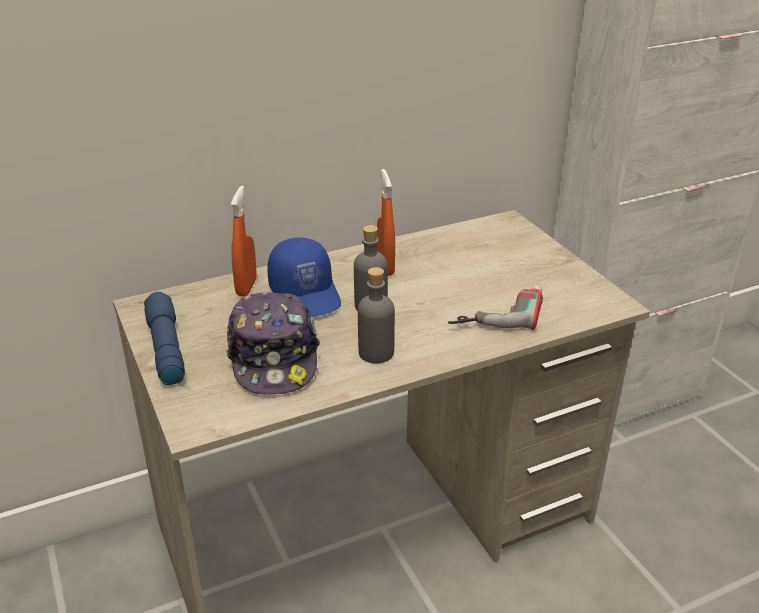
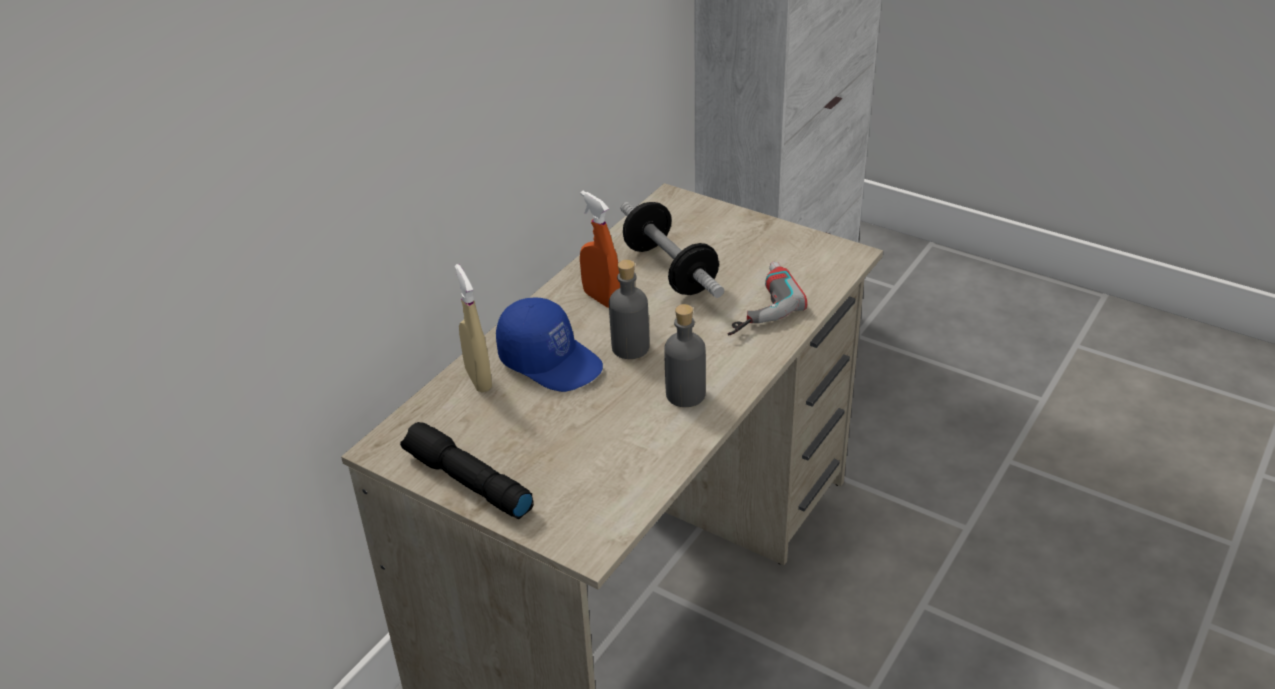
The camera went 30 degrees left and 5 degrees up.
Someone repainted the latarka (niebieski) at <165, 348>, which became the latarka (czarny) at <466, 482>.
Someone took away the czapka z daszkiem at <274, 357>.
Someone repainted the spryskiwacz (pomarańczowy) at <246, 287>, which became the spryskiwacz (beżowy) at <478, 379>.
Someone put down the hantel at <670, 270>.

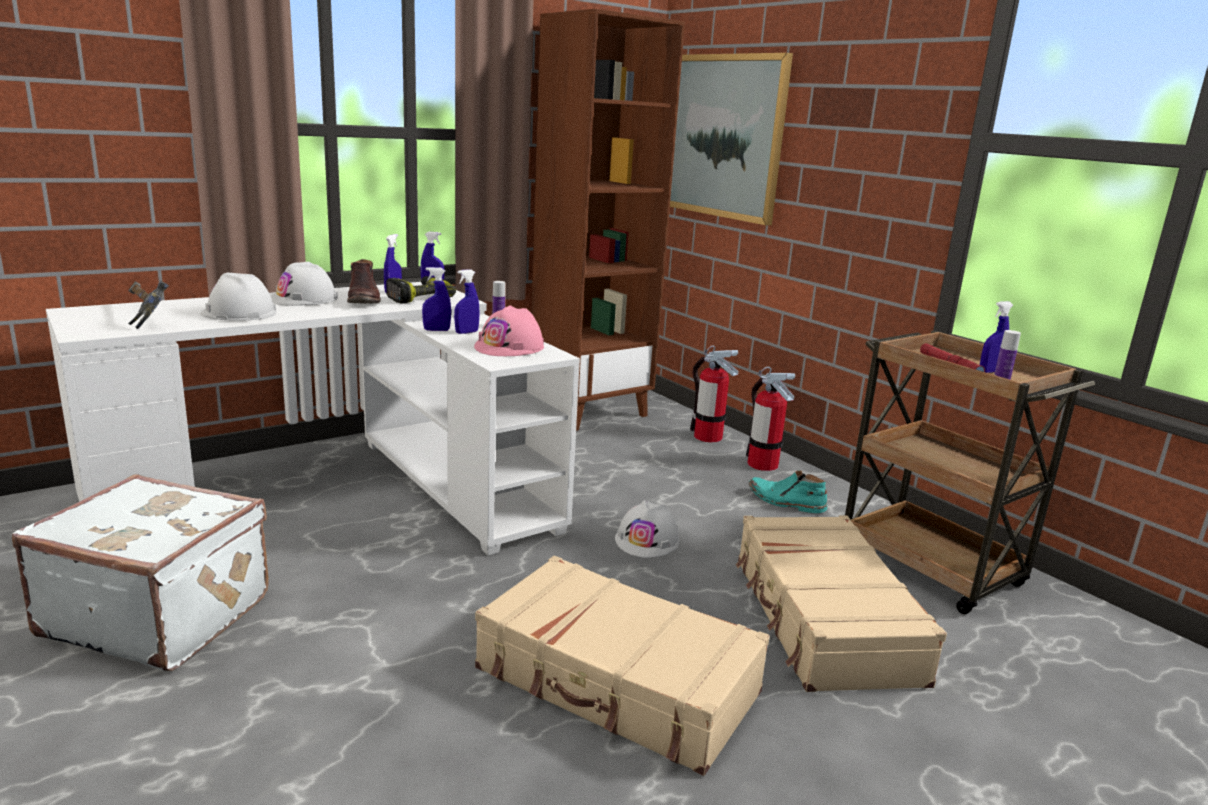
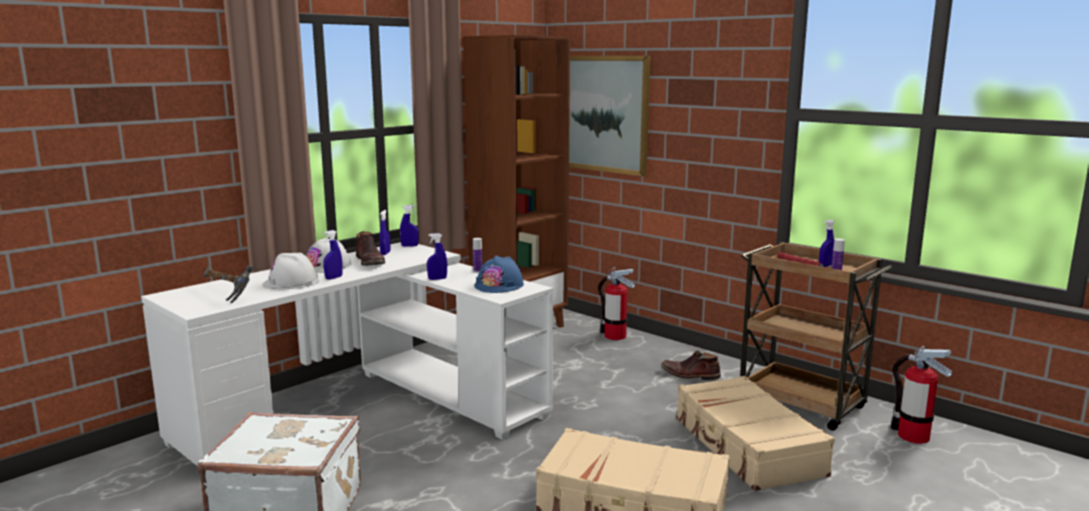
The camera went 10 degrees left and 5 degrees down.
Someone took away the wiertarka at <418, 297>.
Someone carried the spryskiwacz (niebieski) from <466, 332> to <333, 278>.
Someone repainted the kask (różowy) at <509, 347>, which became the kask (niebieski) at <499, 285>.
Someone took away the kask (biały) at <647, 540>.
Someone carried the gaśnica from <762, 464> to <913, 436>.
Someone repainted the but z cholewką (turkusowy) at <785, 502>, which became the but z cholewką (brązowy) at <690, 375>.

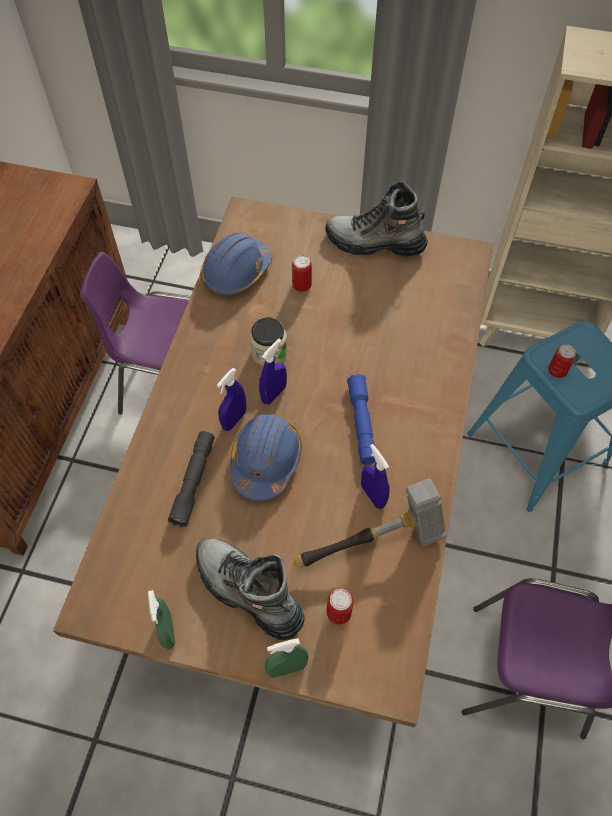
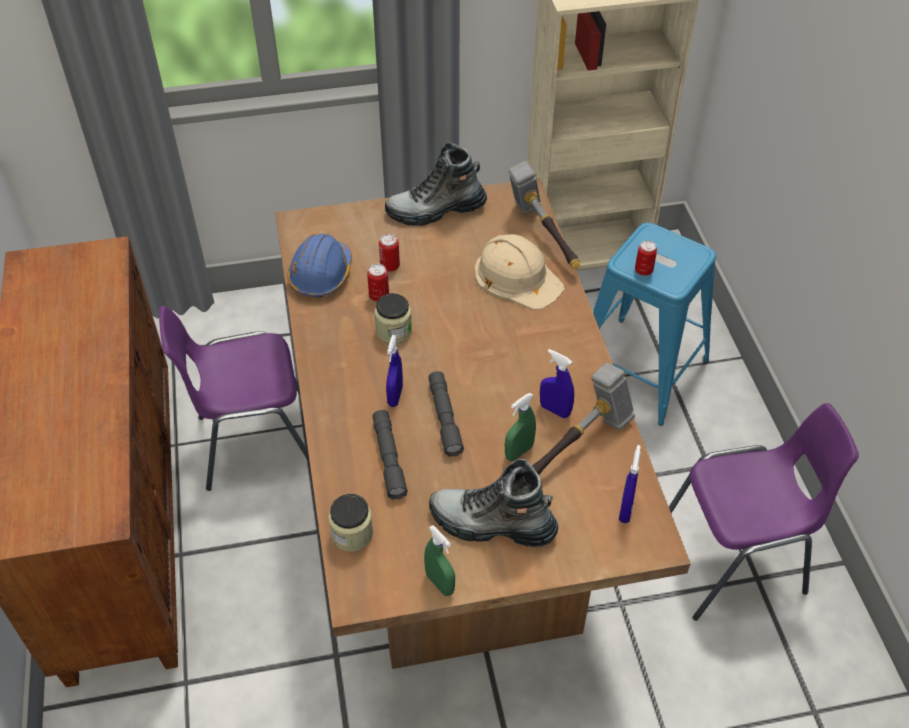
The camera went 25 degrees left and 10 degrees down.
Someone swapped the kask (niebieski) at <266, 461> for the latarka (szary) at <445, 418>.
Someone carried the spryskiwacz (niebieski) from <274, 394> to <625, 510>.
Someone carried the spryskiwacz (zielony) from <287, 668> to <519, 452>.
Someone carried the puszka from <339, 613> to <379, 296>.
Someone took away the latarka (niebieski) at <361, 423>.
Someone put down the słoik at <352, 534>.
Someone put down the kask (beżowy) at <517, 277>.
Someone put down the młotek at <543, 237>.

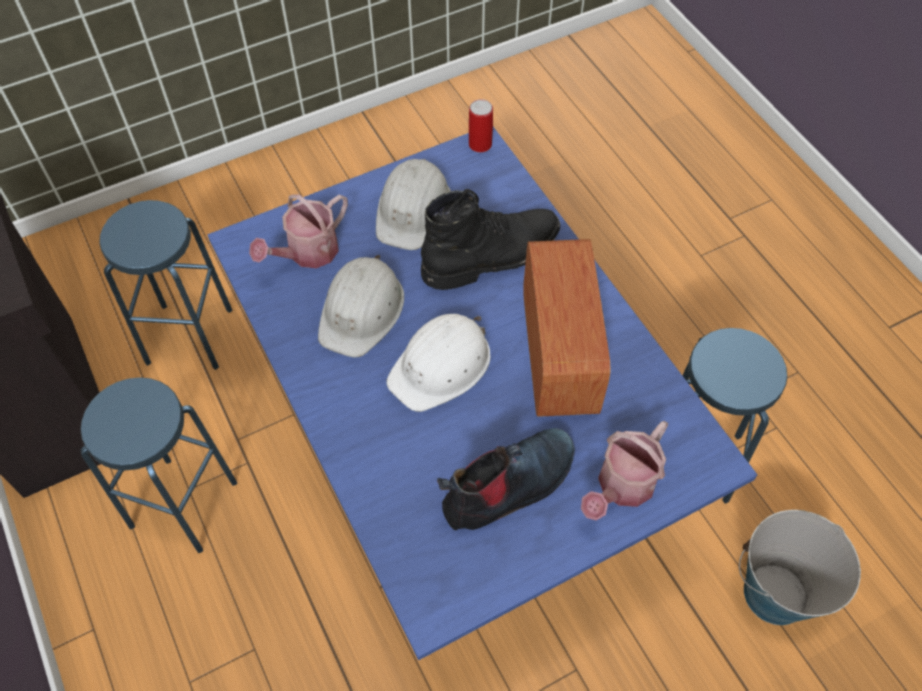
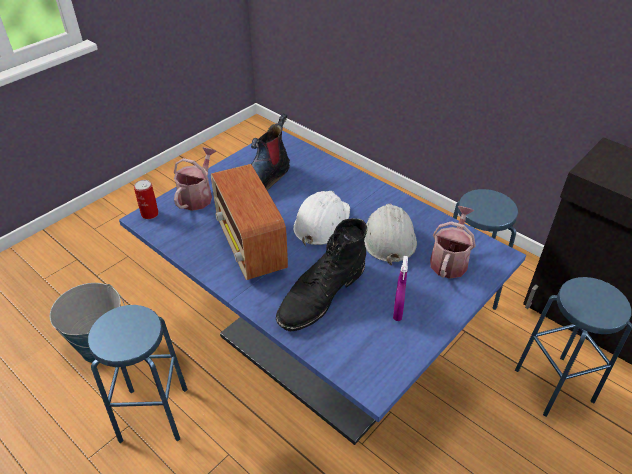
The camera went 160 degrees right and 15 degrees down.
Someone swapped the kask (biały) at <414, 209> for the spryskiwacz (fioletowy) at <398, 311>.
Someone carried the puszka from <480, 144> to <150, 214>.

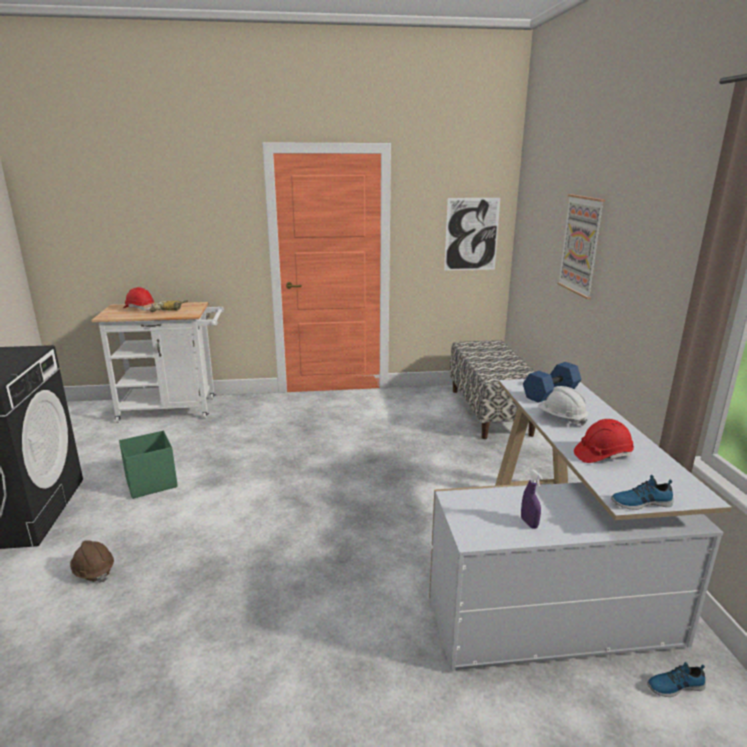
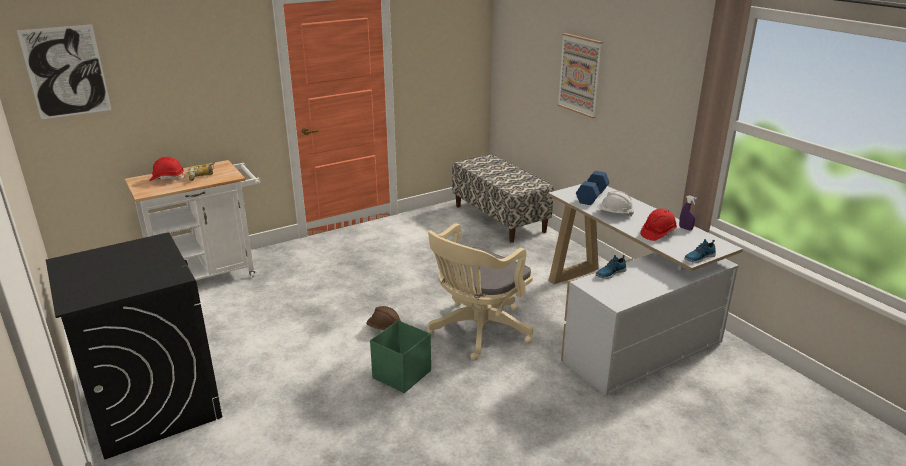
The camera went 25 degrees left and 5 degrees up.
Someone carried the kask (brązowy) from <93, 571> to <384, 328>.
Someone carried the pojemnik do przechowywania (zielony) from <150, 483> to <401, 375>.
Someone carried the obraz from <471, 234> to <66, 72>.
Someone carried the spryskiwacz (fioletowy) from <529, 523> to <685, 228>.
Someone carried the but from <674, 685> to <610, 273>.
Someone put down the krzesło biurowe (beżowy) at <477, 332>.

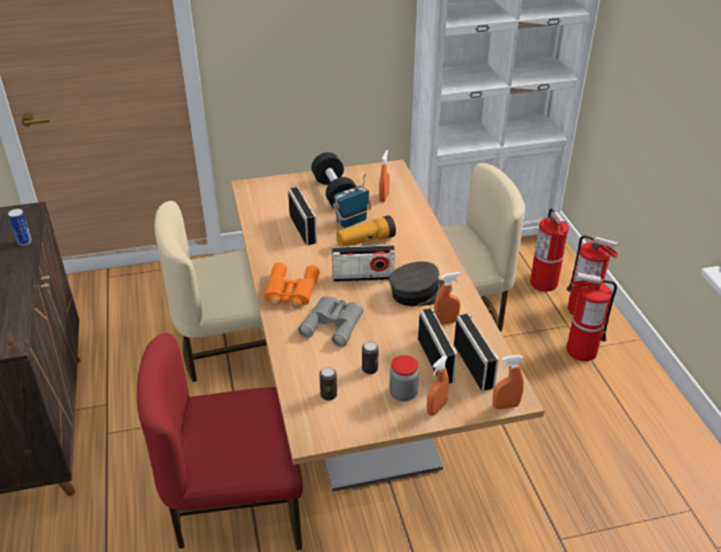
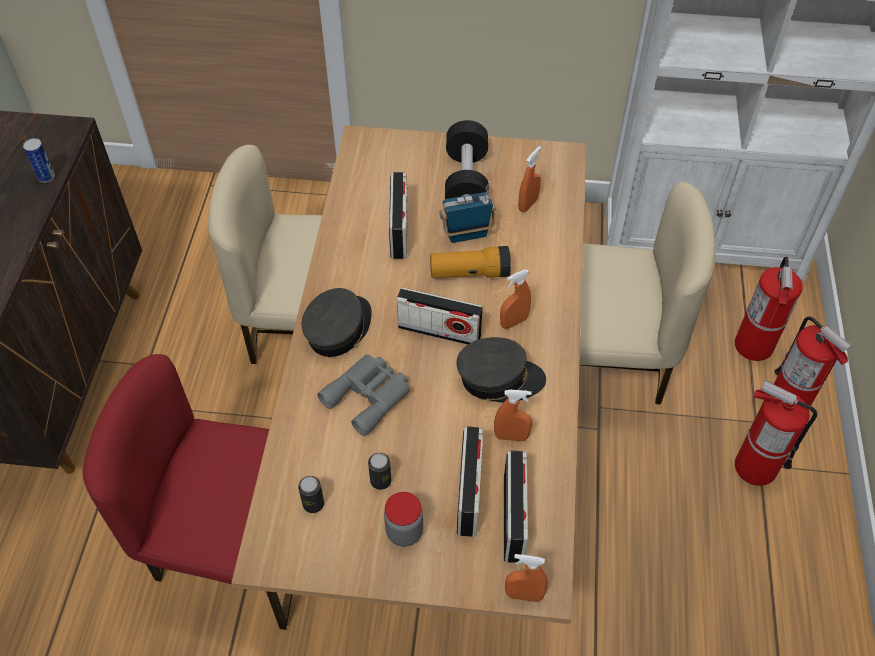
The camera went 20 degrees right and 15 degrees up.
Someone swapped the lornetka (pomarańczowy) at <290, 292> for the czapka z daszkiem (szary) at <338, 329>.
Someone carried the spryskiwacz (pomarańczowy) from <436, 408> to <513, 322>.

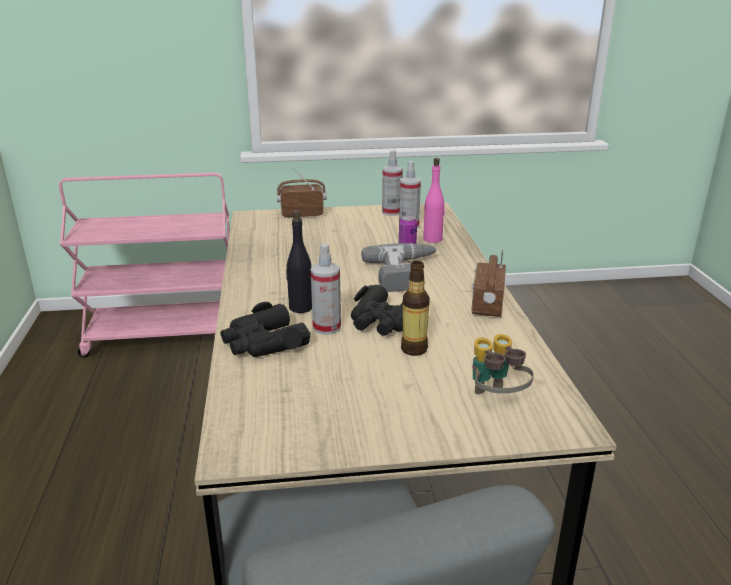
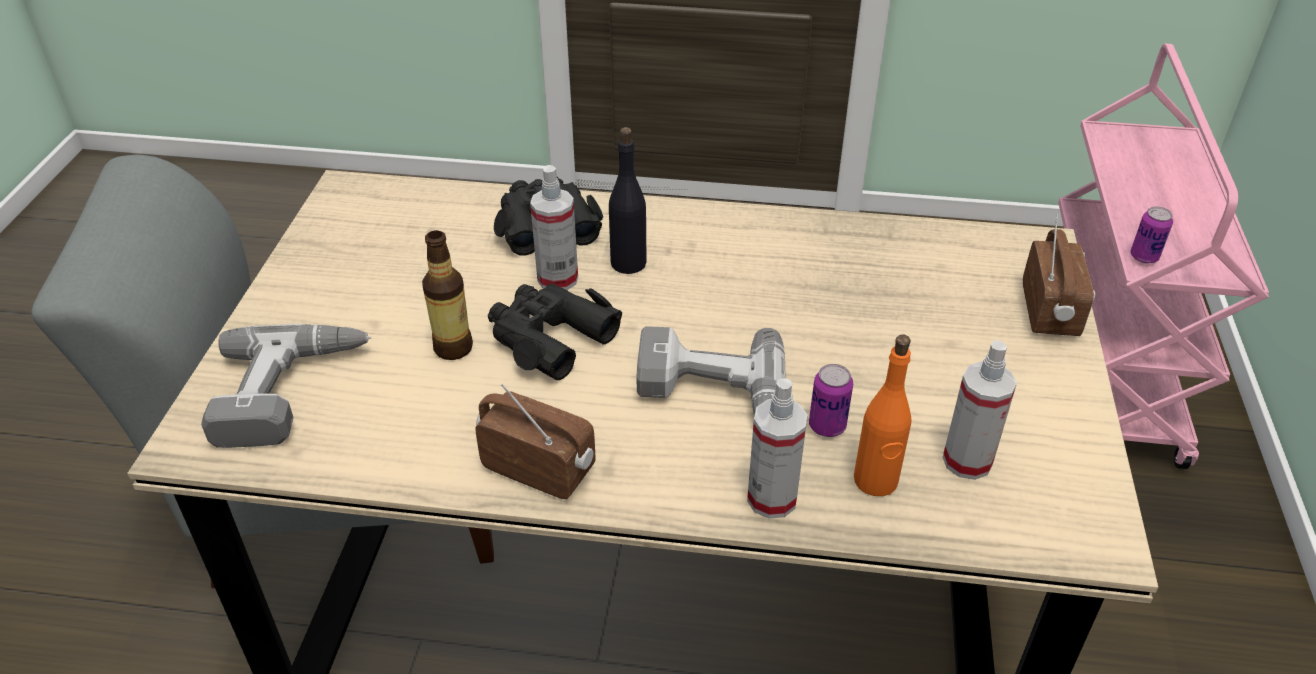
The camera went 105 degrees right and 15 degrees up.
Someone carried the spryskiwacz from <391, 212> to <772, 499>.
Someone repainted the butelka (różowy) at <433, 239>, which became the butelka (pomarańczowy) at <876, 481>.
Someone swapped the lornetka at <496, 399> for the wiertarka at <291, 393>.
Someone put down the puszka at <1144, 257>.

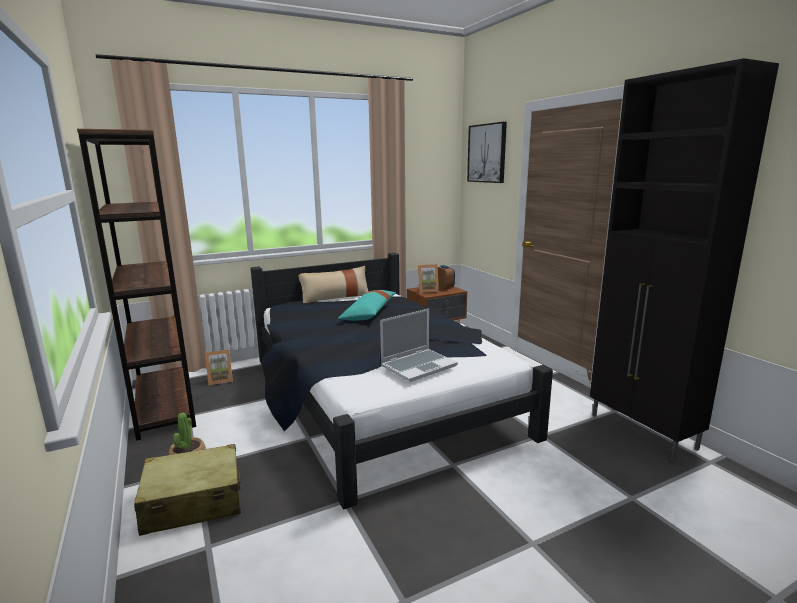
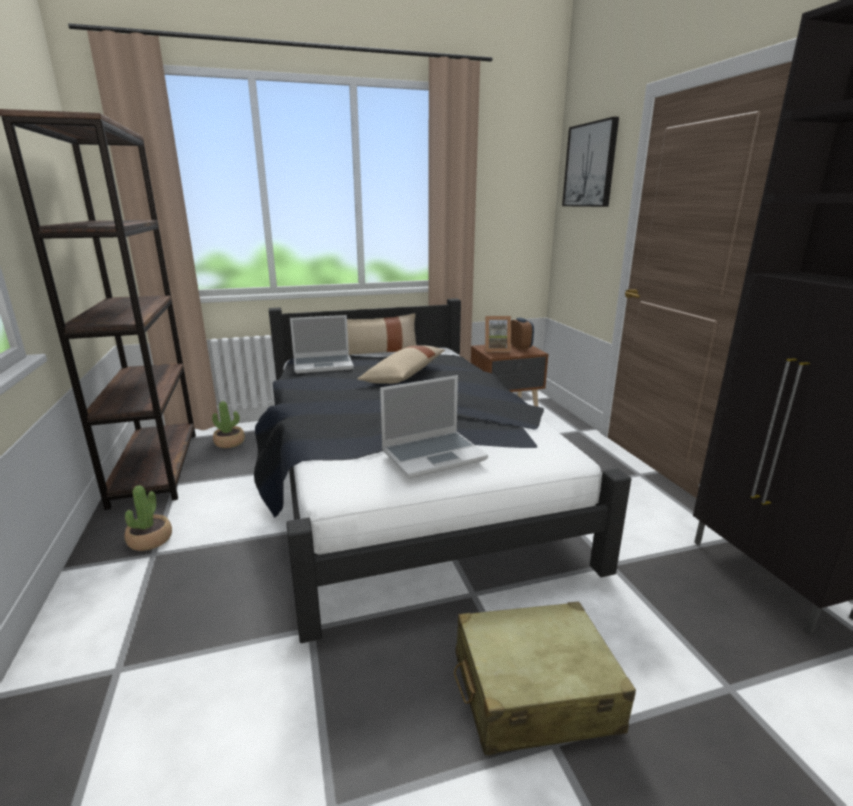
The camera went 10 degrees right and 5 degrees up.
Someone carried the walizka (beżowy) from <193, 502> to <533, 692>.
Someone swapped the ramka na zdjęcie at <220, 380> for the roślina doniczkowa at <229, 442>.
Someone repainted the poduszka (turkusowy) at <369, 313>, which became the poduszka (beżowy) at <404, 375>.
Someone put down the laptop at <324, 365>.

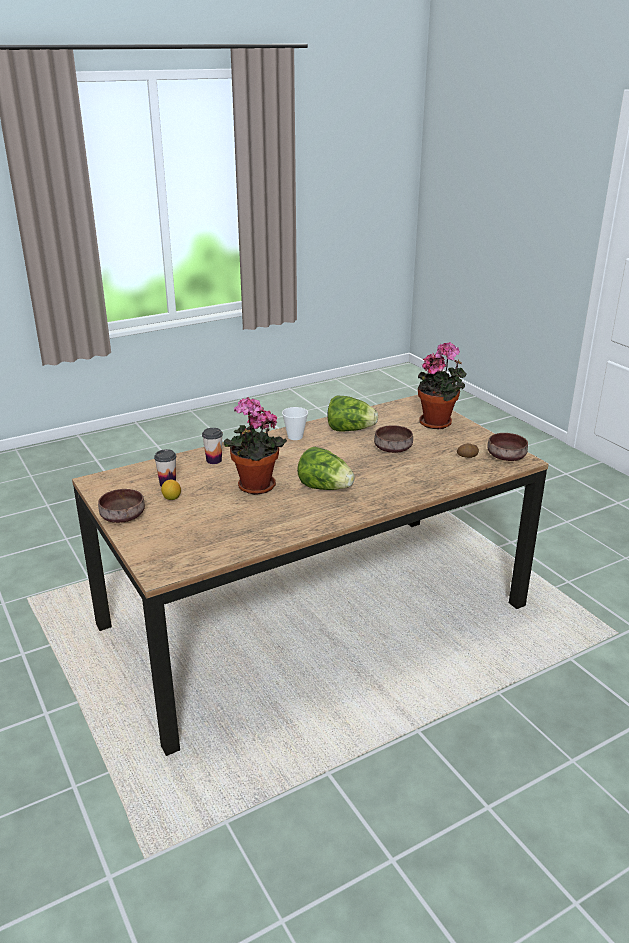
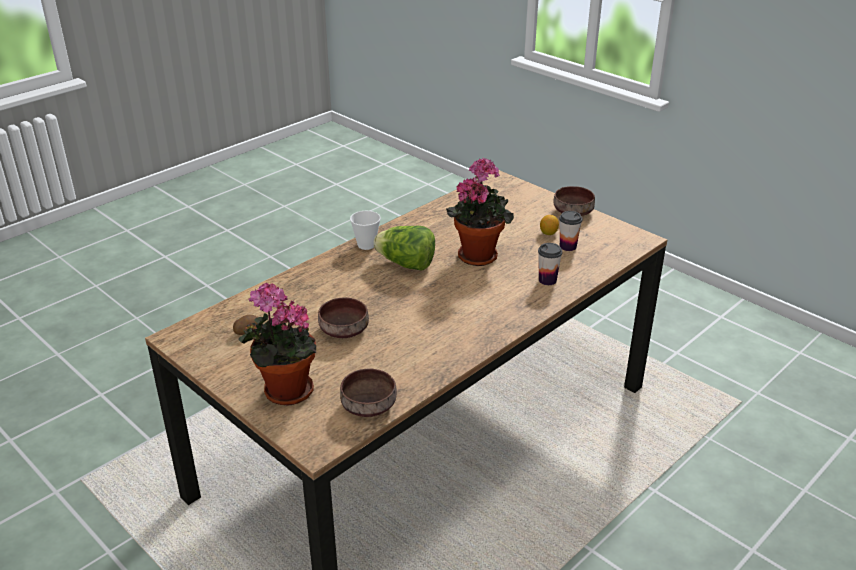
The camera went 165 degrees right and 5 degrees up.
Someone carried the filiżanka from <295, 437> to <366, 245>.
Someone took away the sałata at <350, 430>.
Someone carried the miska (brązowy) from <507, 457> to <367, 405>.

